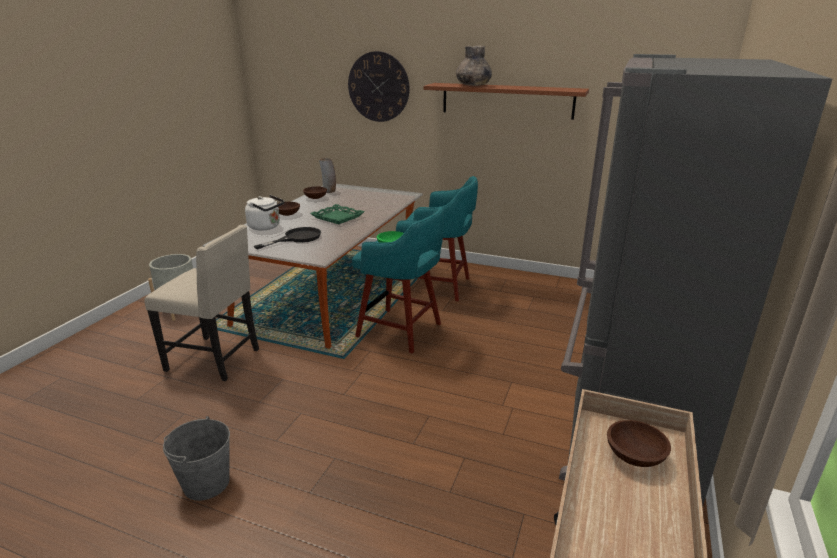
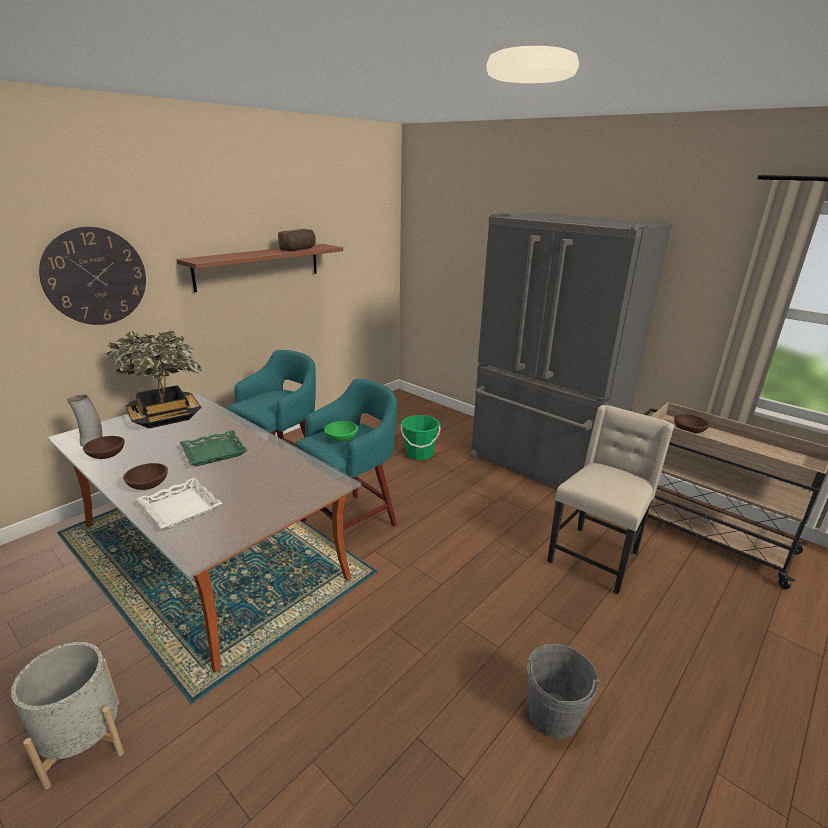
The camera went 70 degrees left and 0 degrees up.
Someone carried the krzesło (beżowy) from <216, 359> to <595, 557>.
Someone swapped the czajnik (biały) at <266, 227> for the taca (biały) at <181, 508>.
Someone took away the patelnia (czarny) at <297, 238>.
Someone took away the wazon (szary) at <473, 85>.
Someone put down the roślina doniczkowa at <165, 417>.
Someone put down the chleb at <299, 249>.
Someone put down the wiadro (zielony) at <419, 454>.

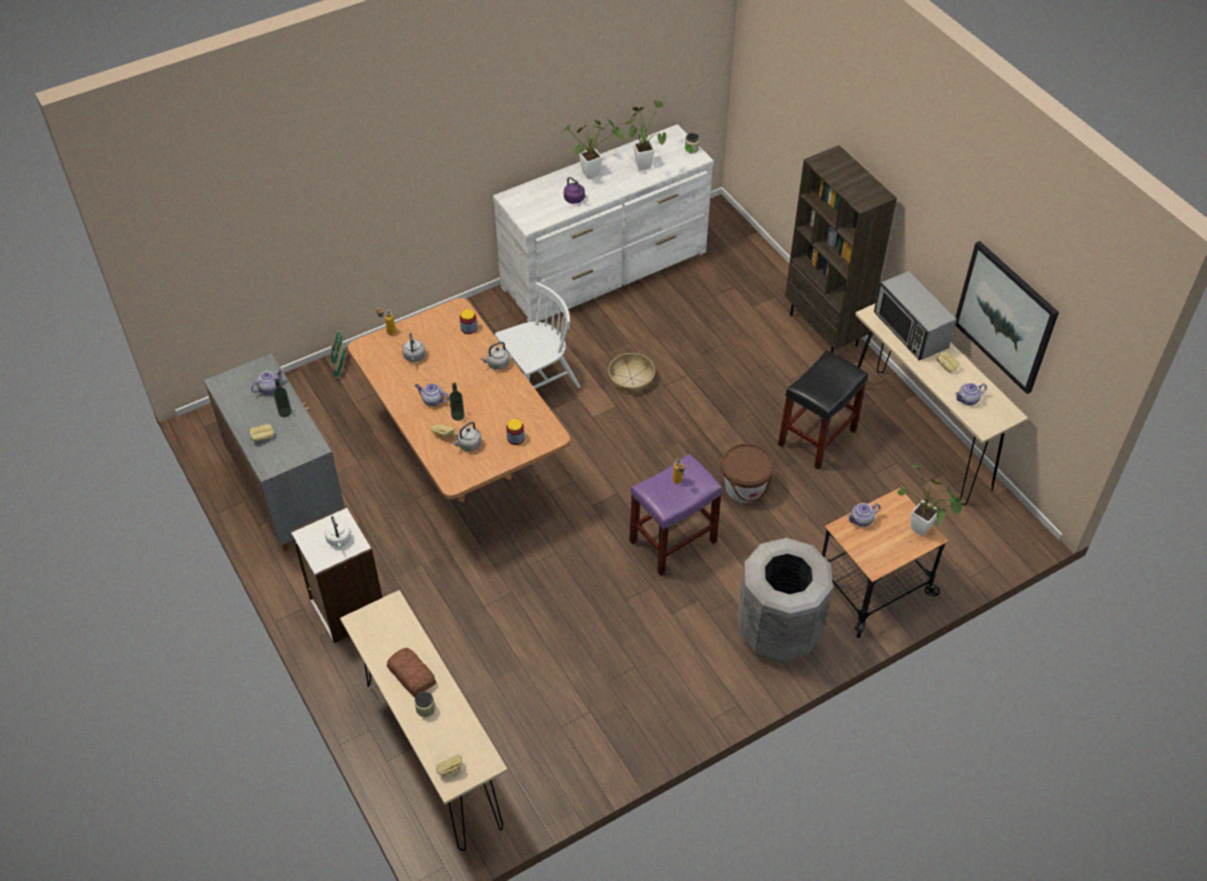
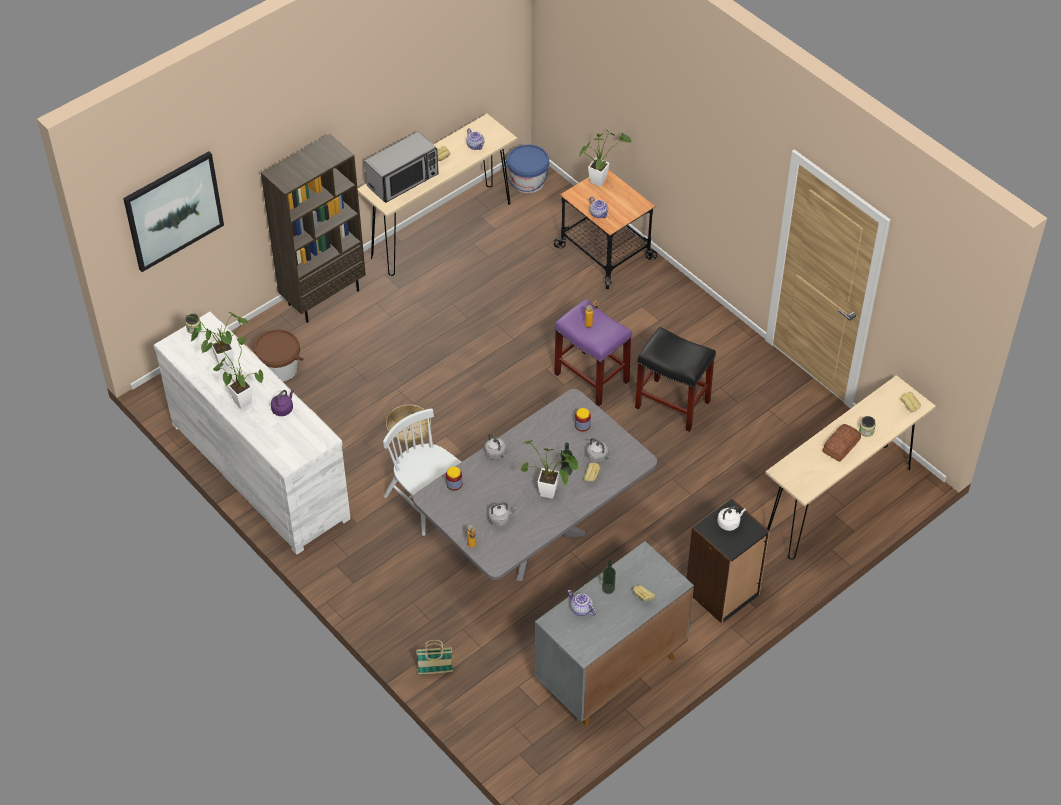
The camera went 100 degrees left and 0 degrees up.
Someone repainted the regał (biały) at <347, 609>, which became the regał (czarny) at <723, 593>.
Someone repainted the stół jadalny (brązowy) at <464, 460>, which became the stół jadalny (szary) at <535, 540>.
Someone swapped the imbryk at <432, 400> for the roślina doniczkowa at <552, 494>.
Someone carried the wiadro (brązowy) from <745, 487> to <280, 369>.
Someone took away the kosz na śmieci (szary) at <778, 631>.
Someone carried the stołek (czarny) from <817, 438> to <673, 404>.
Someone carried the obraz from <1005, 317> to <173, 210>.
Someone put down the wiadro (niebieski) at <528, 182>.

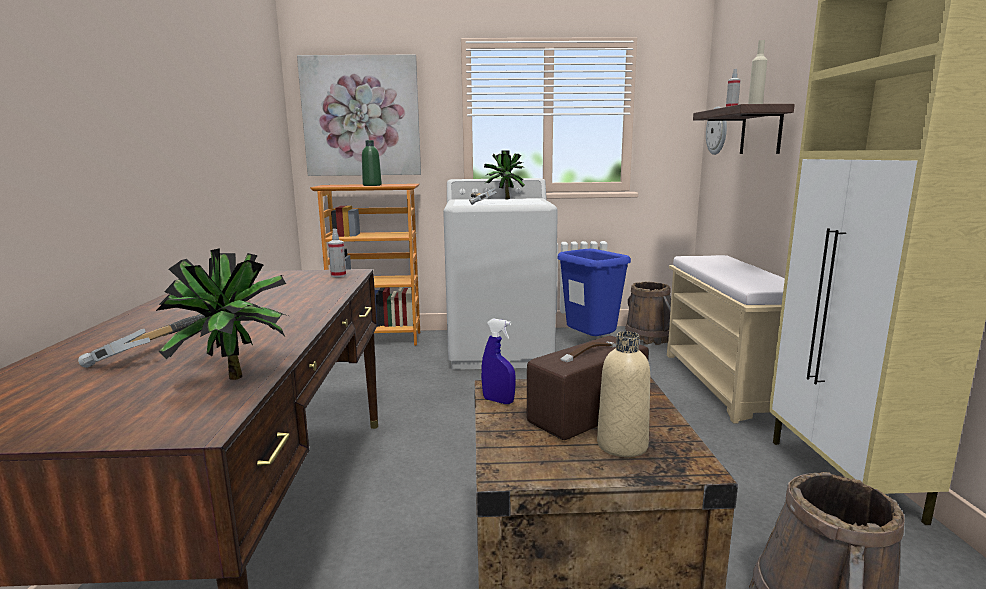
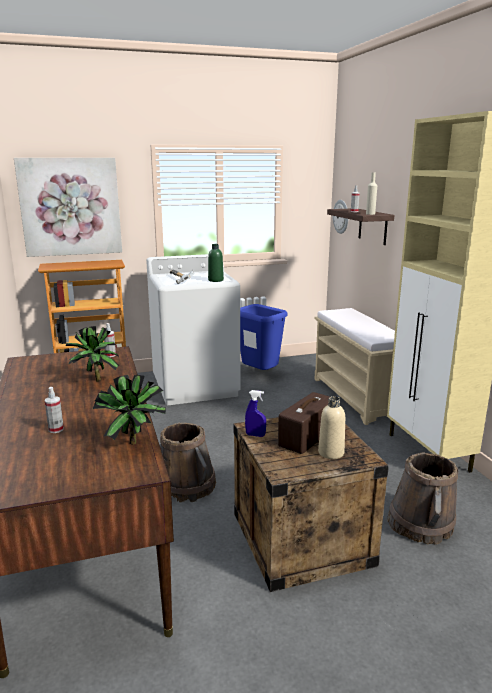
The camera went 15 degrees left and 5 degrees up.
Someone swapped the młotek at <151, 349> for the spryskiwacz at <56, 429>.
Someone carried the butelka (zielony) from <372, 185> to <215, 280>.
Someone carried the roślina doniczkowa from <504, 199> to <95, 381>.
Someone carried the wiadro (brązowy) from <649, 337> to <187, 486>.

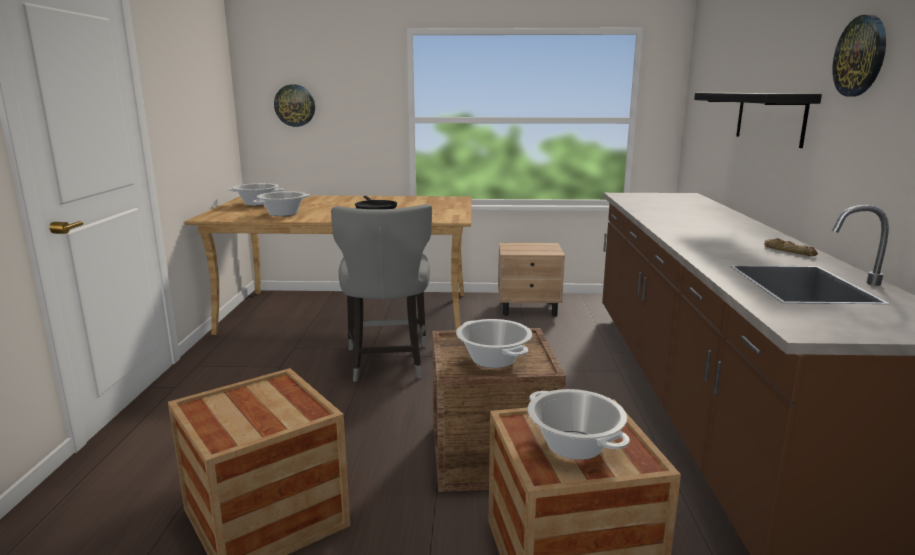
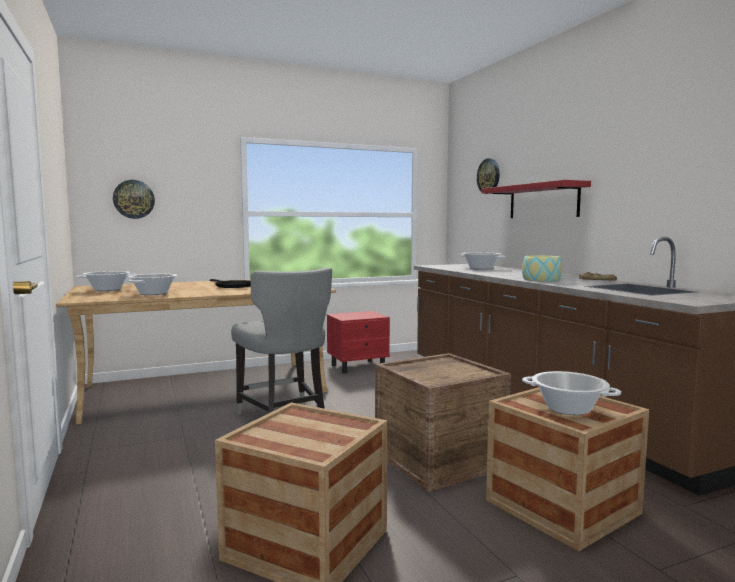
The camera went 25 degrees left and 10 degrees down.
Someone carried the garnek from <493, 359> to <481, 268>.
Someone repainted the szafka nocna (beżowy) at <529, 309>, which became the szafka nocna (czerwony) at <358, 367>.
Someone repainted the półka (czarny) at <770, 117>, which became the półka (czerwony) at <543, 201>.
Someone carried the zegar ścienny from <860, 56> to <488, 176>.
Someone put down the miska at <541, 279>.

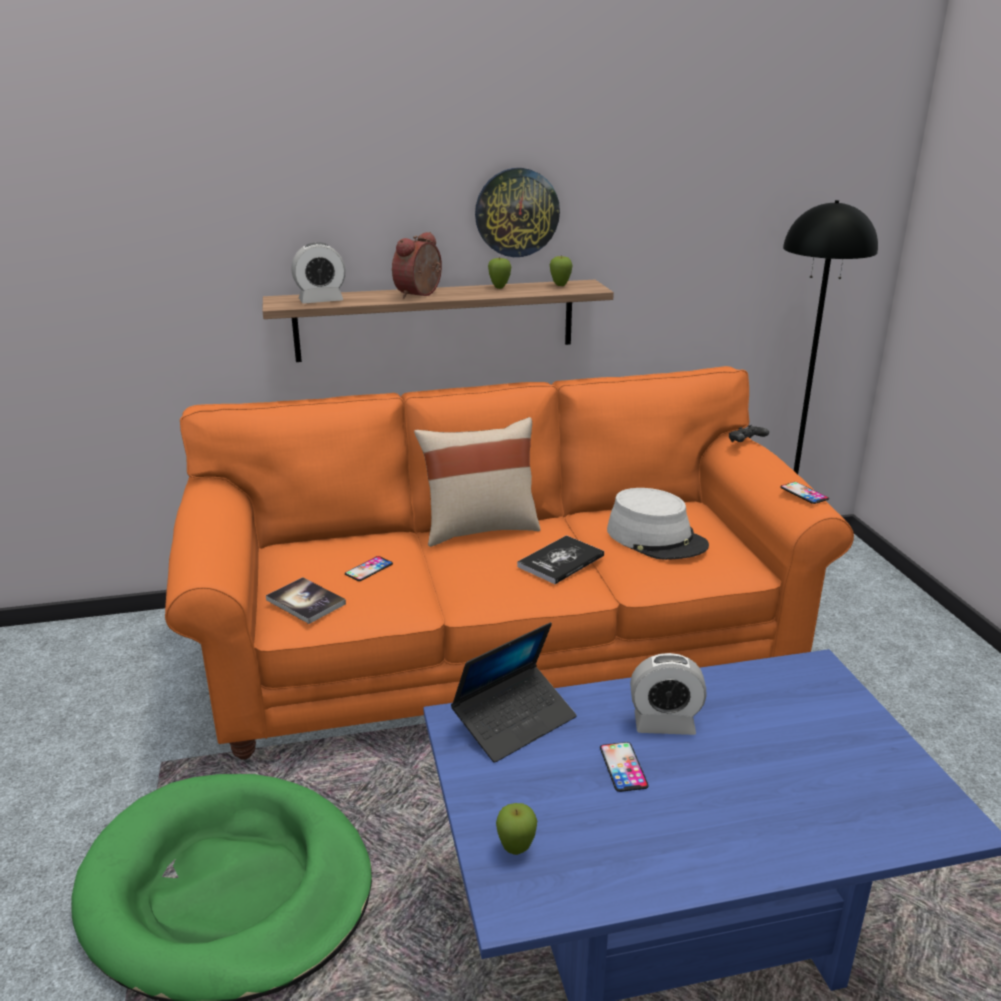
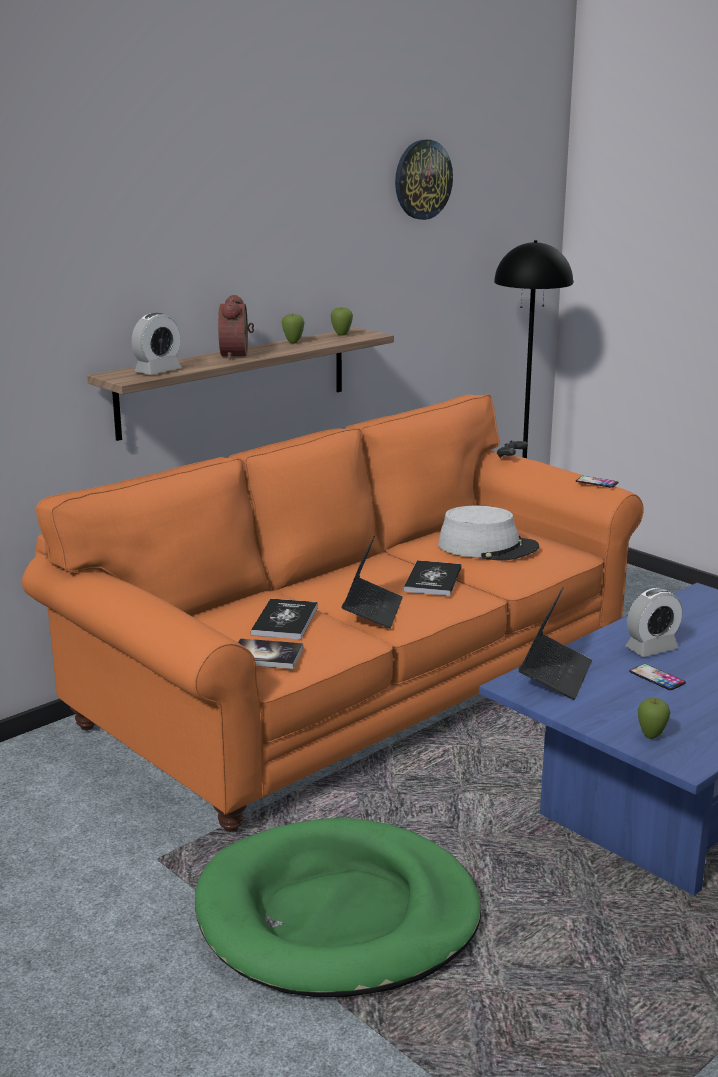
The camera went 30 degrees left and 5 degrees down.
Someone swapped the telefon at <369, 569> for the książka at <285, 621>.
Someone took away the poduszka (beżowy) at <479, 529>.
Someone carried the zegar ścienny from <516, 212> to <422, 179>.
Someone put down the laptop at <372, 610>.

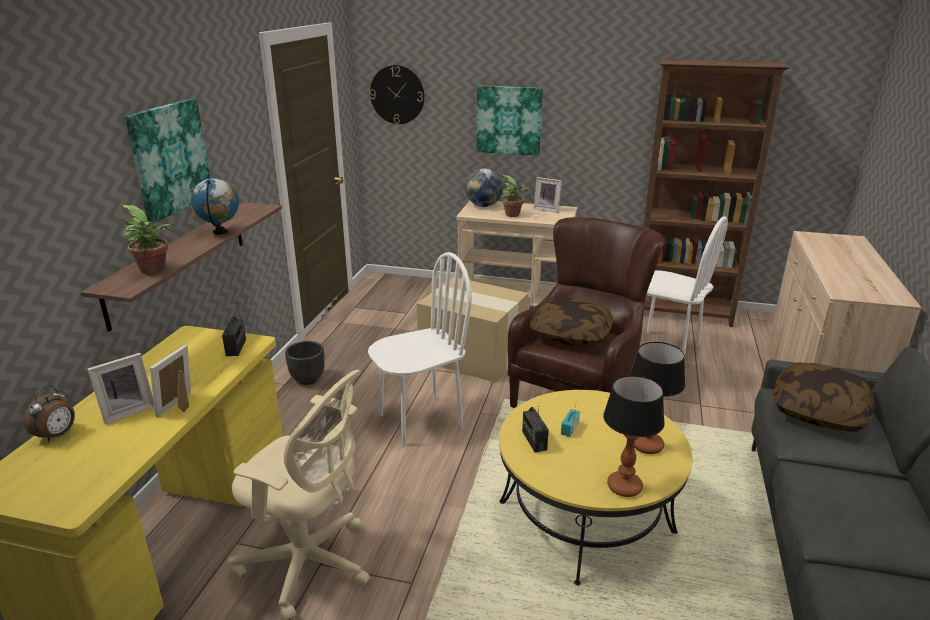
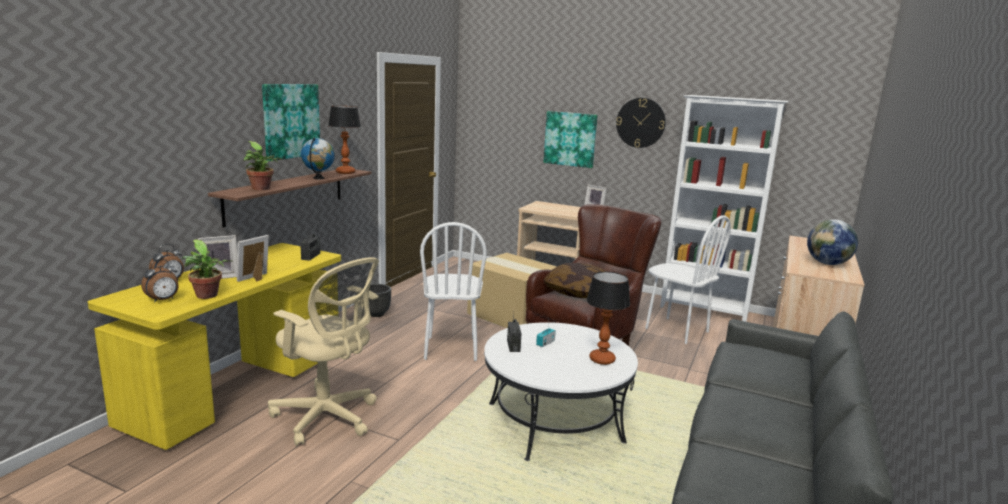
The camera went 10 degrees right and 10 degrees down.
Someone rotated the krzesło (biały) at <420, 420> by 105 degrees clockwise.
Someone carried the zegar ścienny from <397, 94> to <640, 122>.
Someone carried the globus from <483, 206> to <827, 264>.
Someone repainted the ława (żółty) at <586, 517>, which became the ława (biały) at <554, 423>.
Someone carried the roślina doniczkowa from <514, 215> to <207, 296>.
Someone carried the lampa stołowa from <623, 487> to <345, 172>.
Someone repainted the regał (brązowy) at <682, 313>, which became the regał (biały) at <704, 310>.
Someone took away the poduszka at <819, 411>.
Someone put down the budzik at <163, 300>.

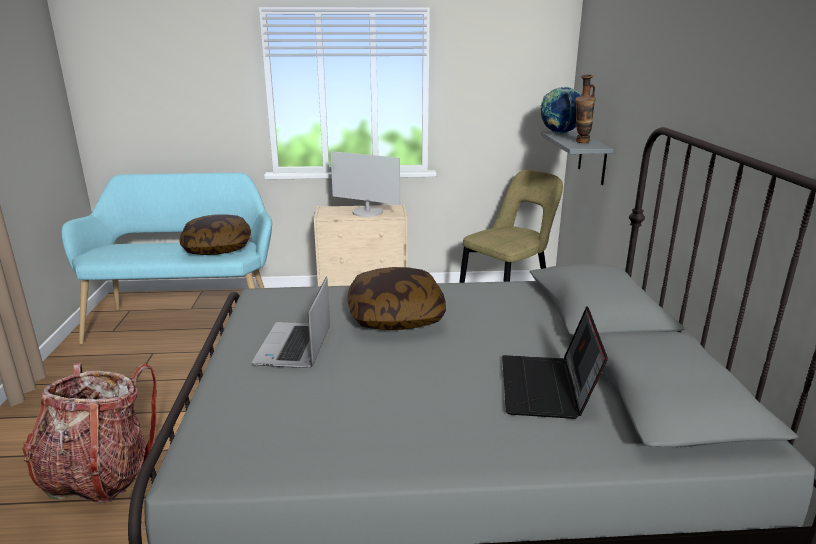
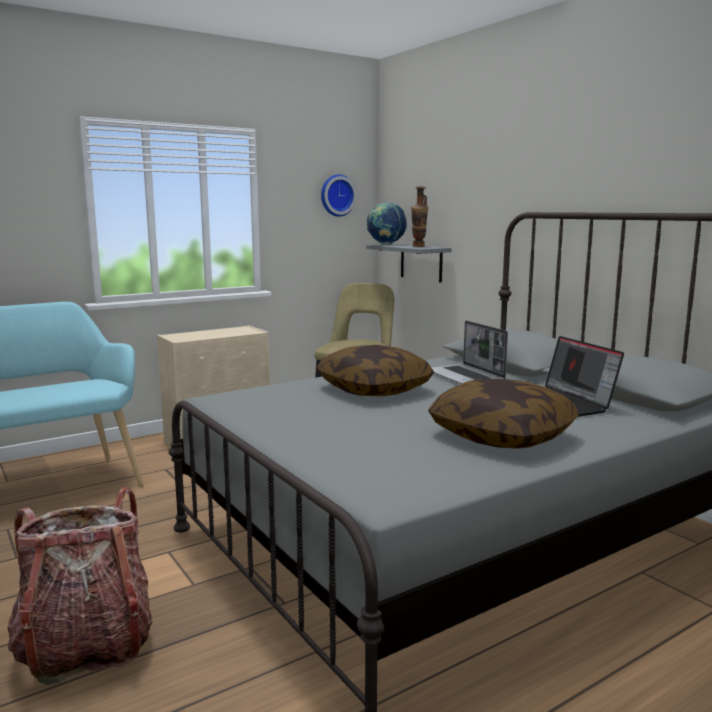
The camera went 30 degrees left and 10 degrees down.
Someone carried the poduszka from <217, 248> to <502, 436>.
Someone carried the laptop from <295, 347> to <465, 377>.
Someone took away the monitor at <367, 212>.
Someone put up the zegar ścienny at <336, 195>.

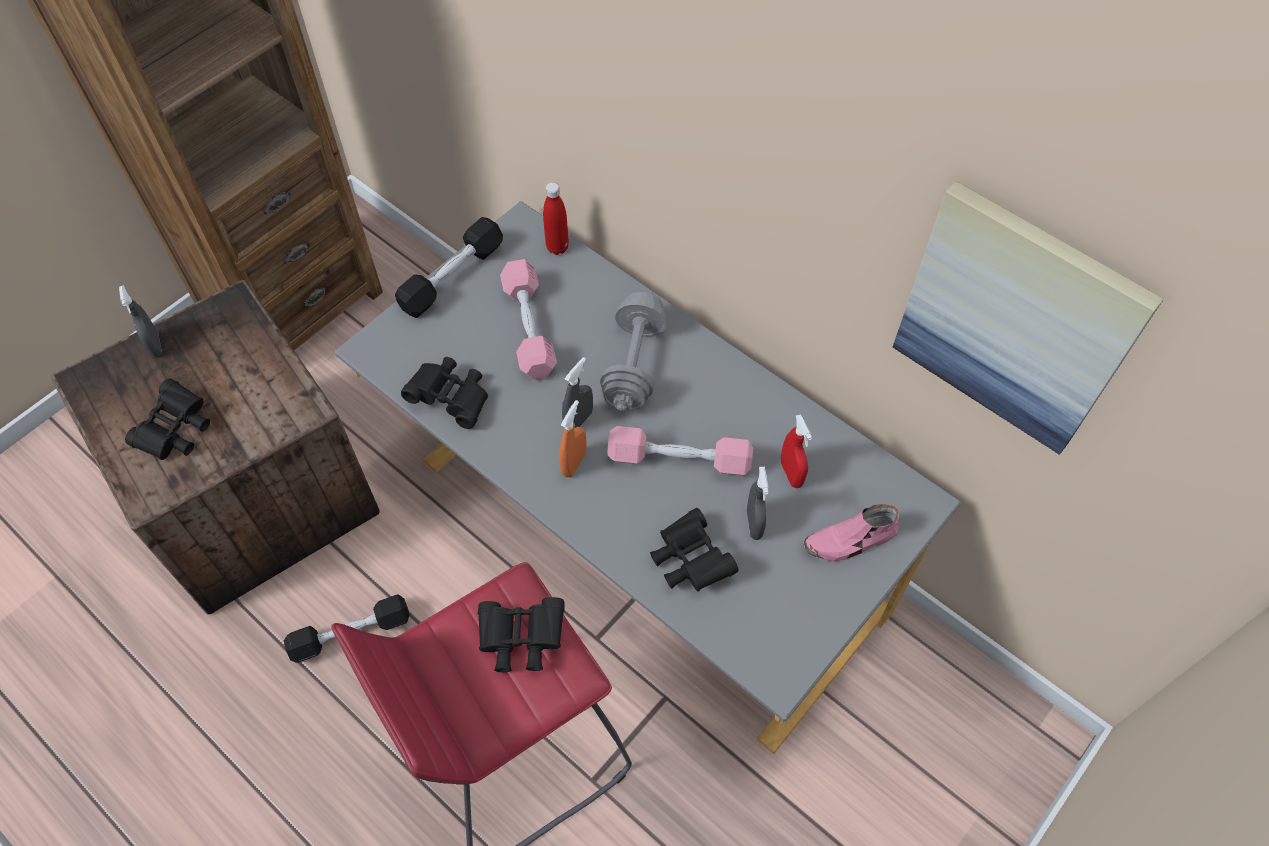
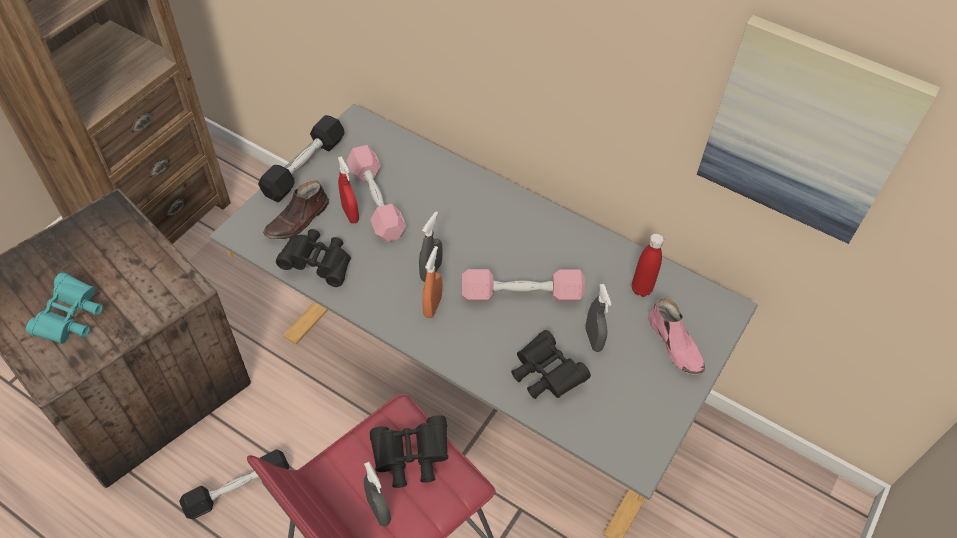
The camera went 10 degrees left and 5 degrees down.
Someone carried the spryskiwacz (szary) from <155, 345> to <379, 511>.
Someone repainted the lornetka (czarny) at <176, 431>, which became the lornetka (turkusowy) at <72, 319>.
Someone carried the butelka (czerwony) from <557, 247> to <641, 289>.
Someone took away the hantel (szary) at <634, 365>.
Someone carried the spryskiwacz (czerwony) from <791, 474> to <350, 214>.
Someone rotated the but (różowy) at <850, 540> by 90 degrees counterclockwise.
Someone put down the but (brązowy) at <298, 220>.

